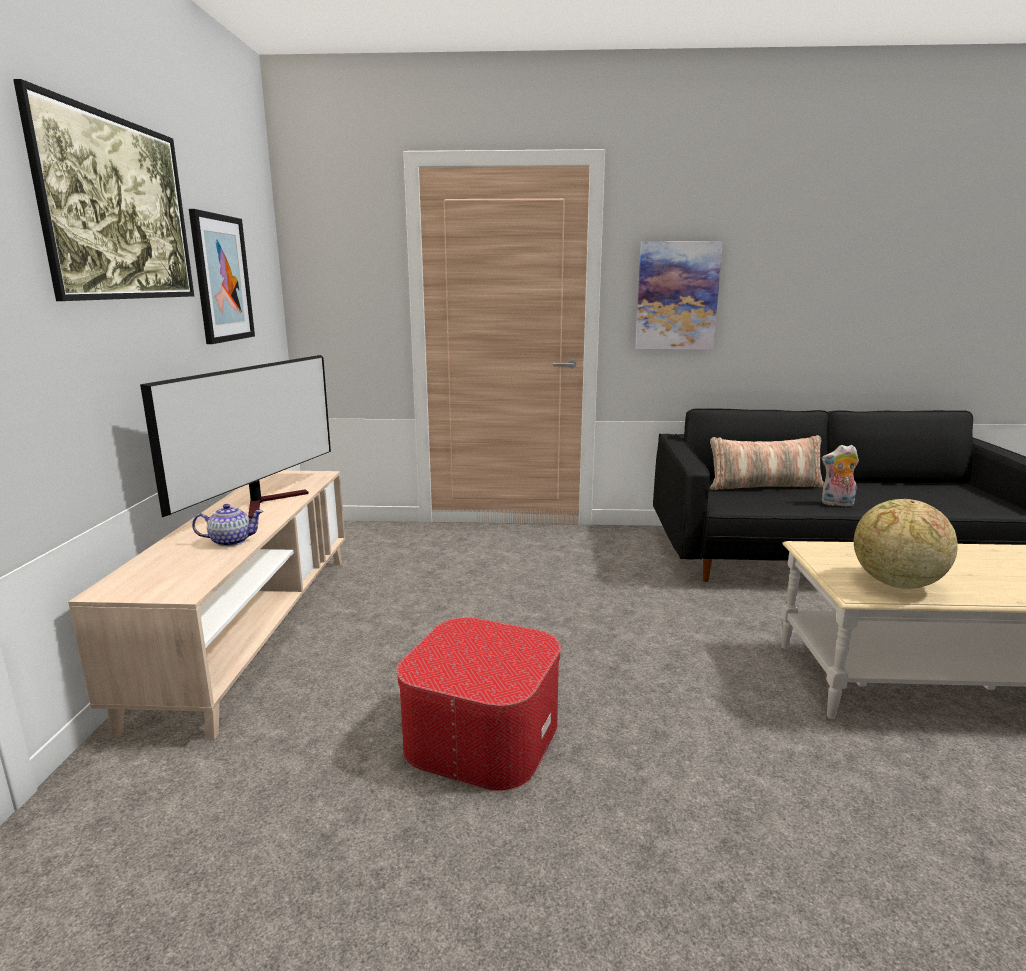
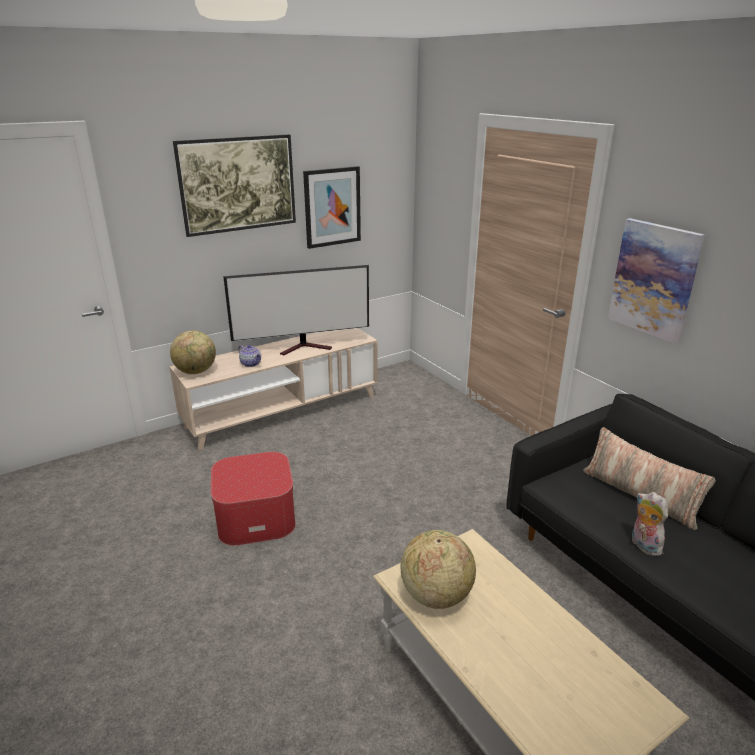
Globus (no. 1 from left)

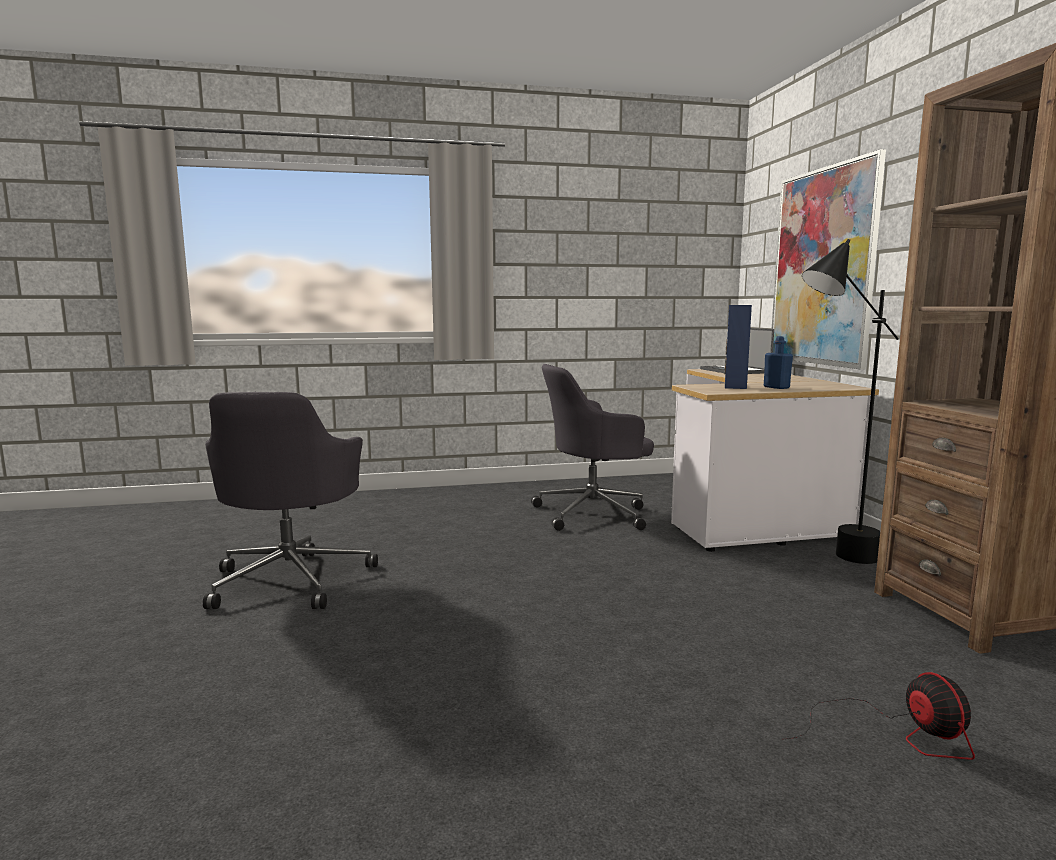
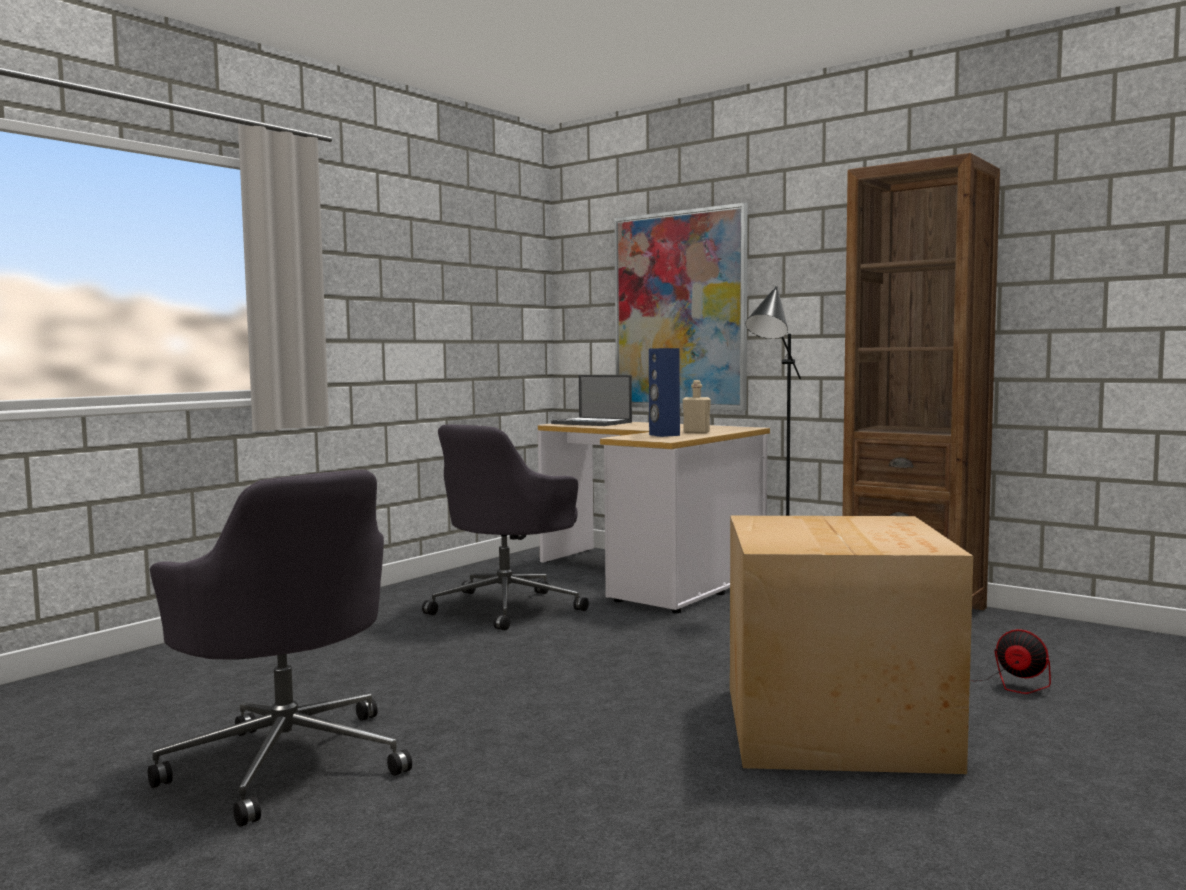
Karton; Flasche [beige]

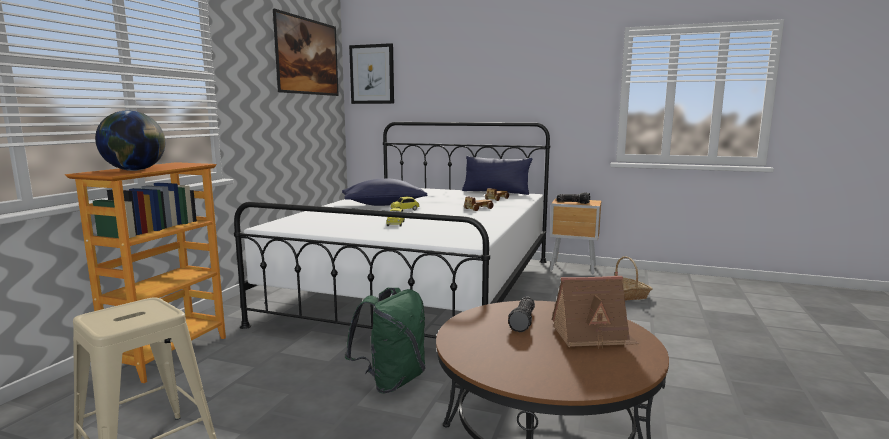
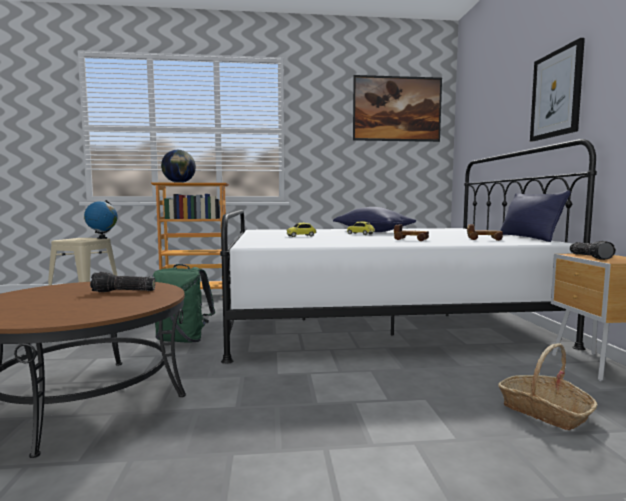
Spielzeughaus; Globus (no. 1 from left); Bild (no. 2 from left)

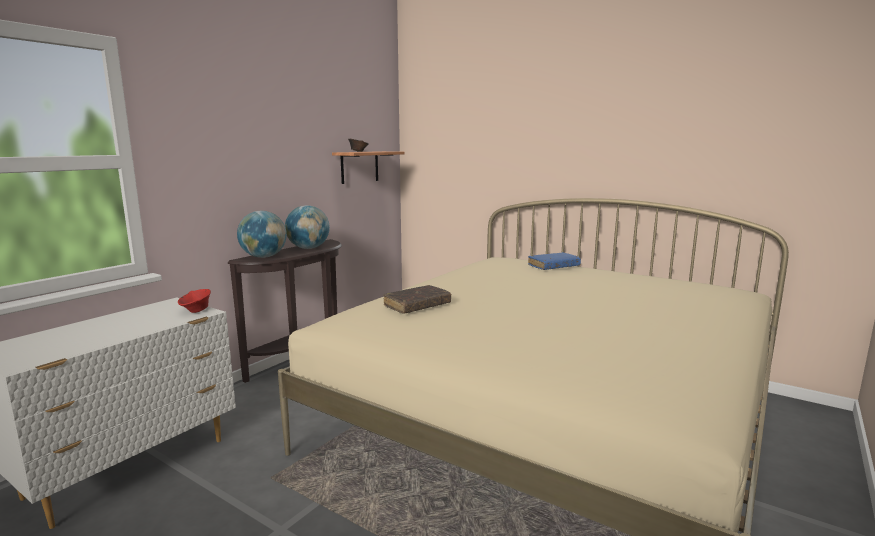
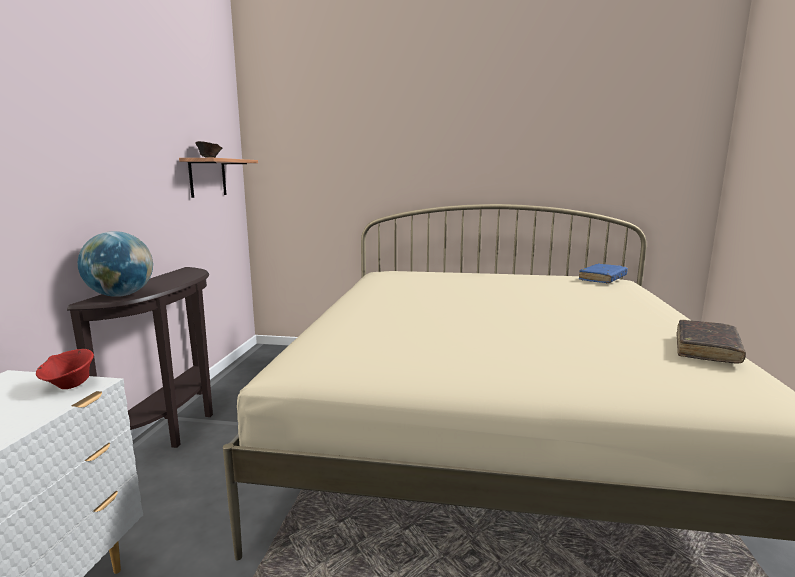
Globus (no. 2 from left in the first image); Buch [braun]; Buch [blau]

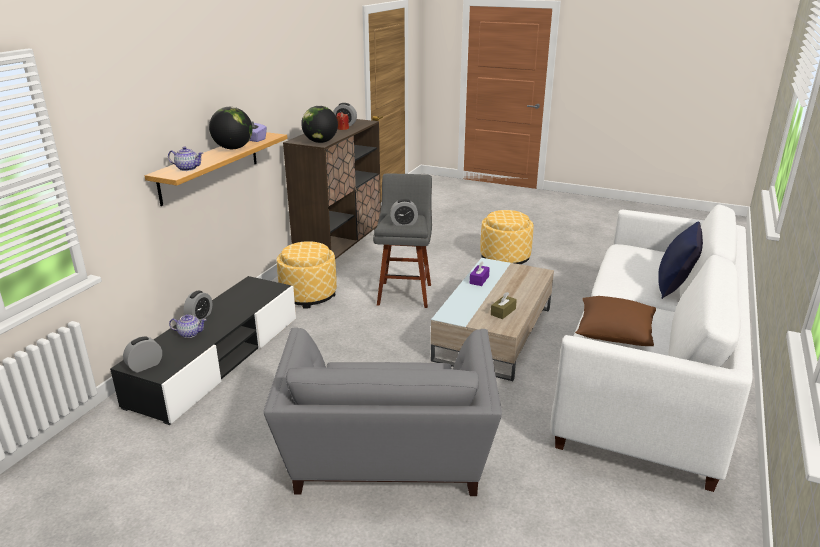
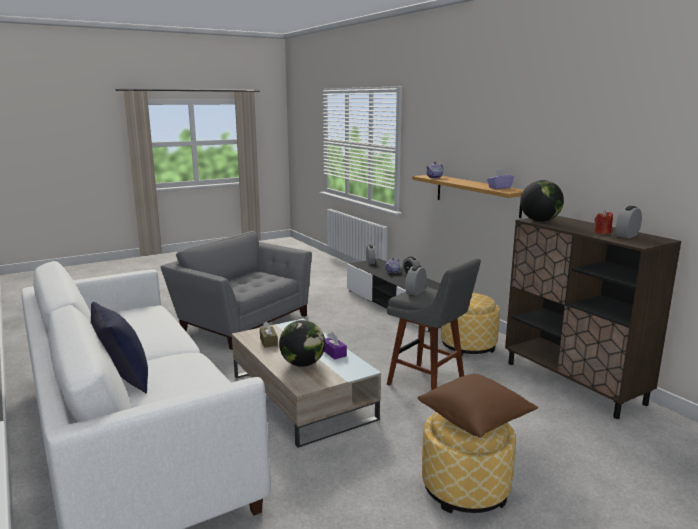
Globus (no. 1 from left); Kissen [braun]

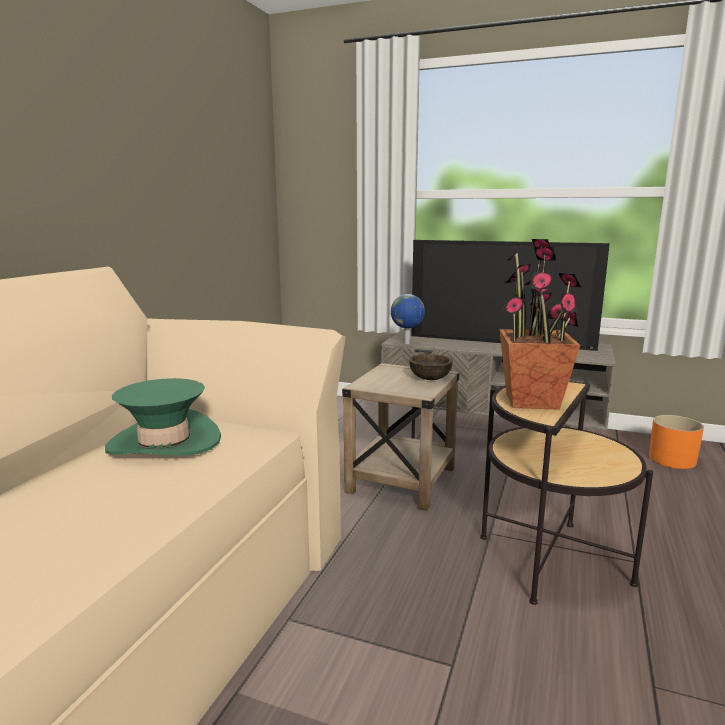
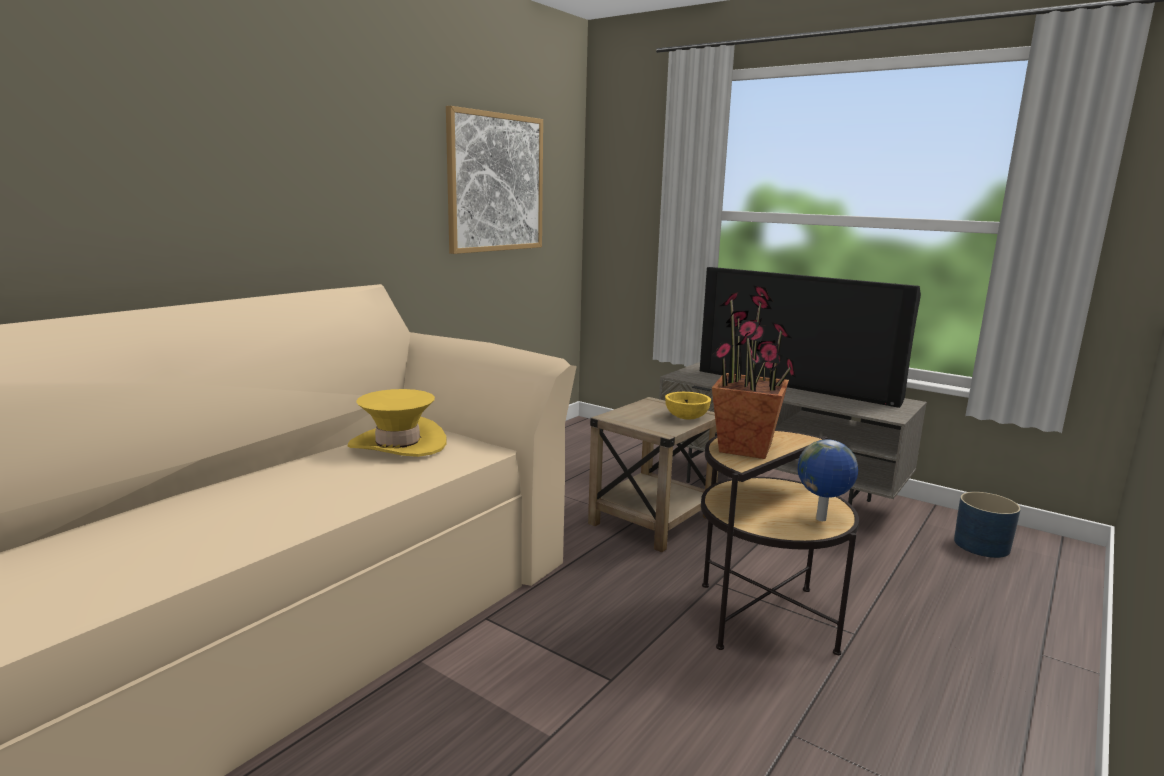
Bild; Globus; Hut [gelb]; Schüssel [gelb]; Pflanzkübel [blau]

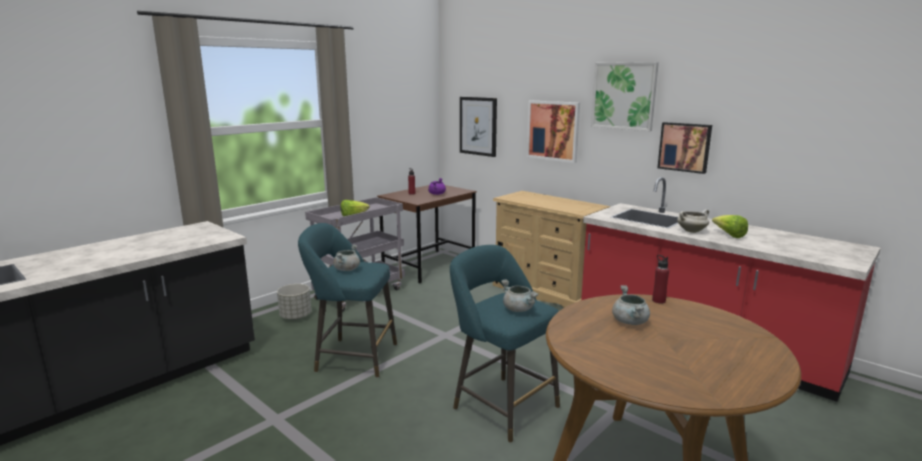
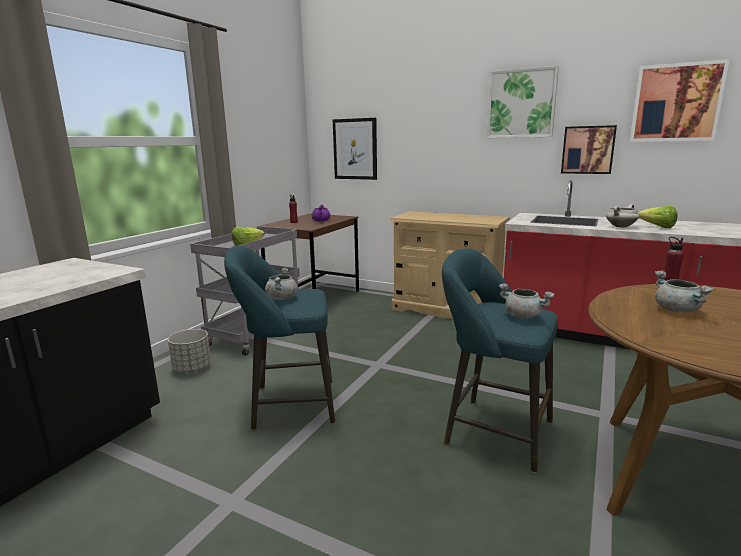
Bild (no. 4 from left)

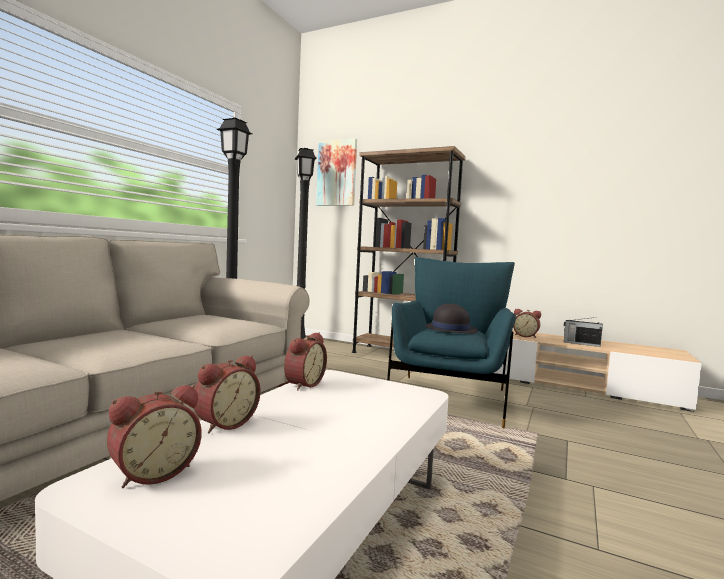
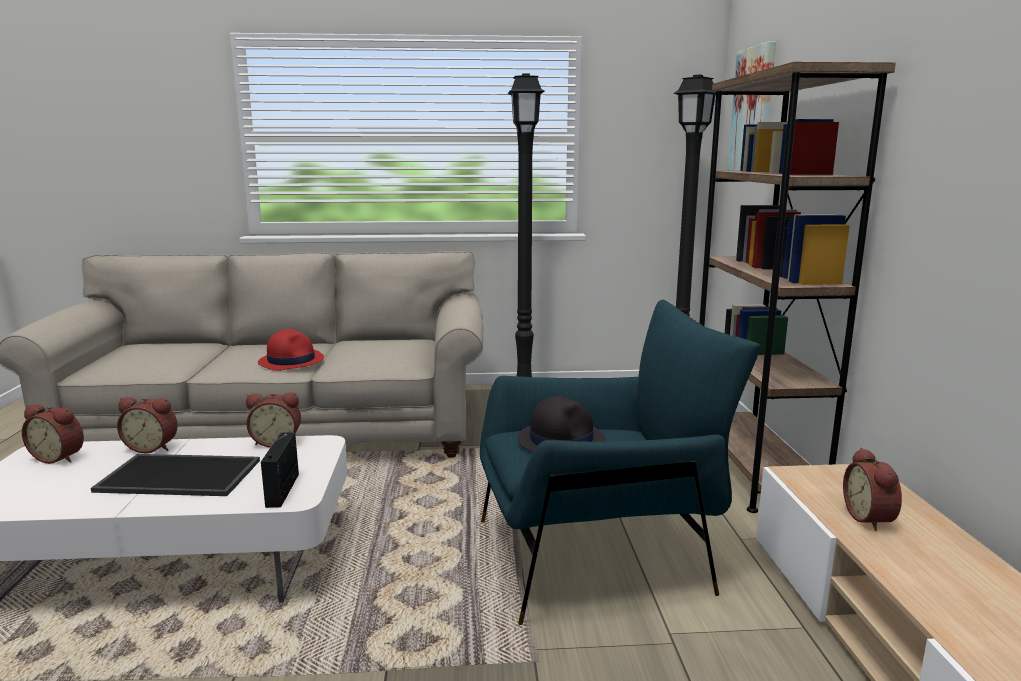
Tablett; Hut [rot]; Radio

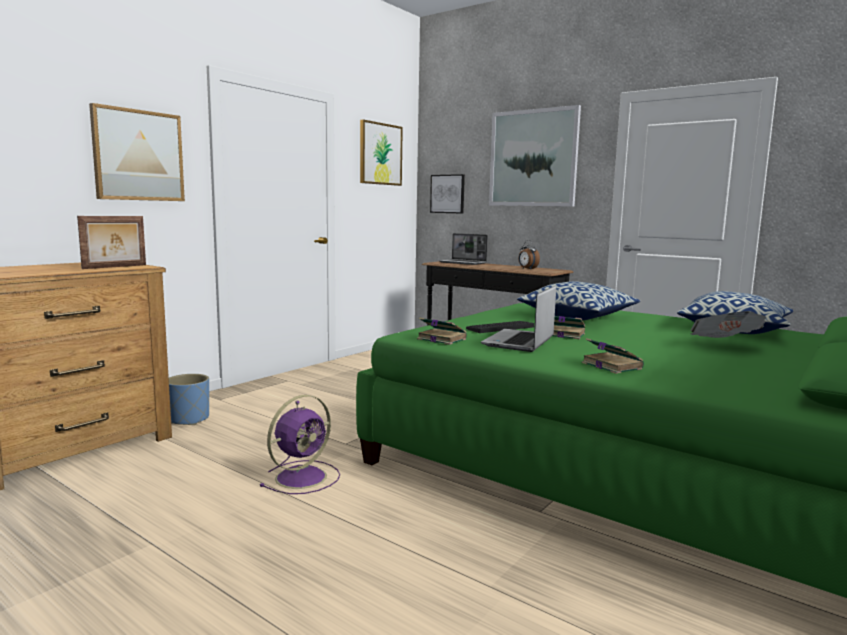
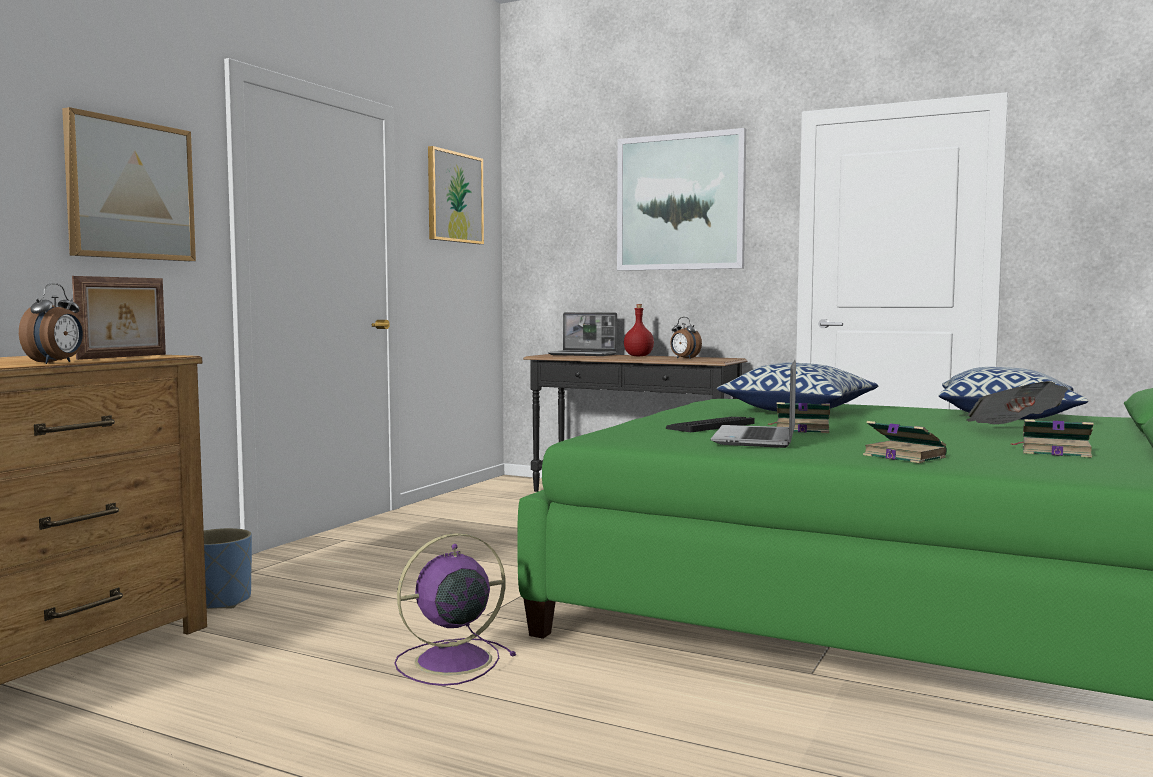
Bild (no. 3 from left in the first image); Wecker (no. 1 from left); Flasche [rot]; Buch (no. 3 from left); Ventilator [lila]

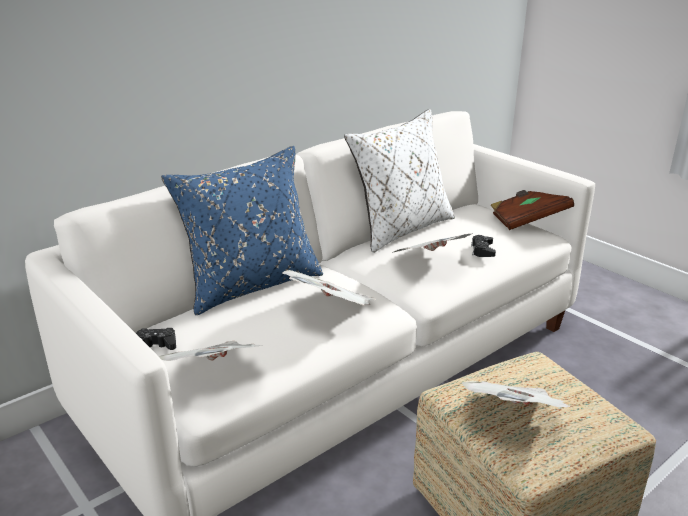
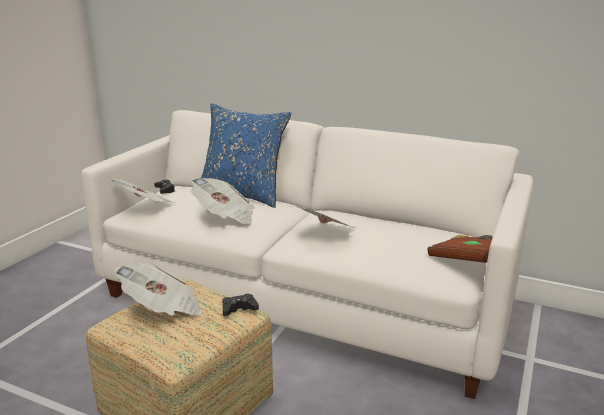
Kissen [weiß]; Gamepad [schwarz] (no. 2 from left)

